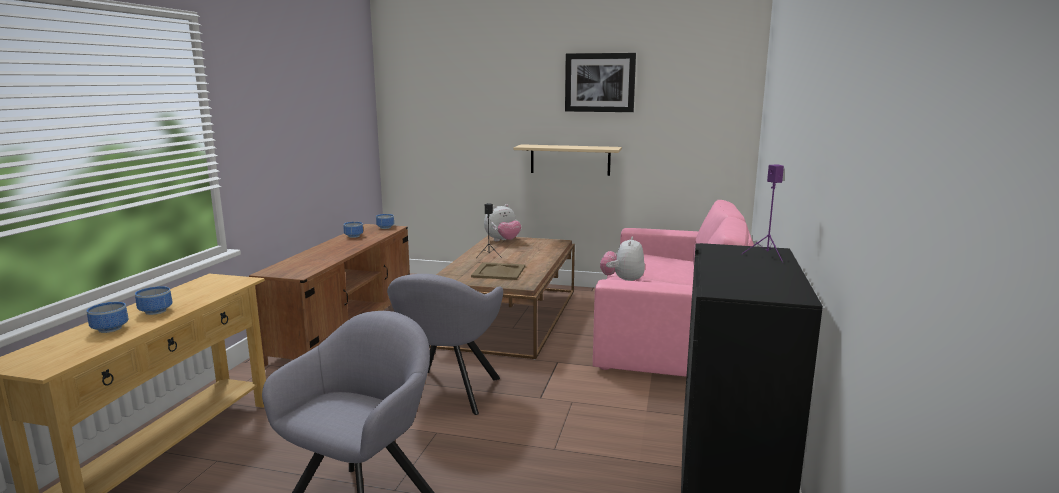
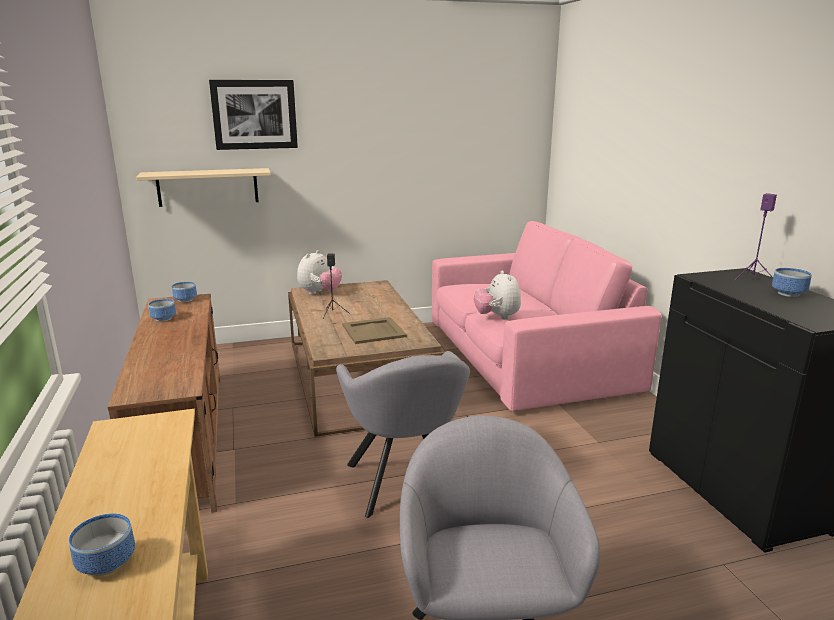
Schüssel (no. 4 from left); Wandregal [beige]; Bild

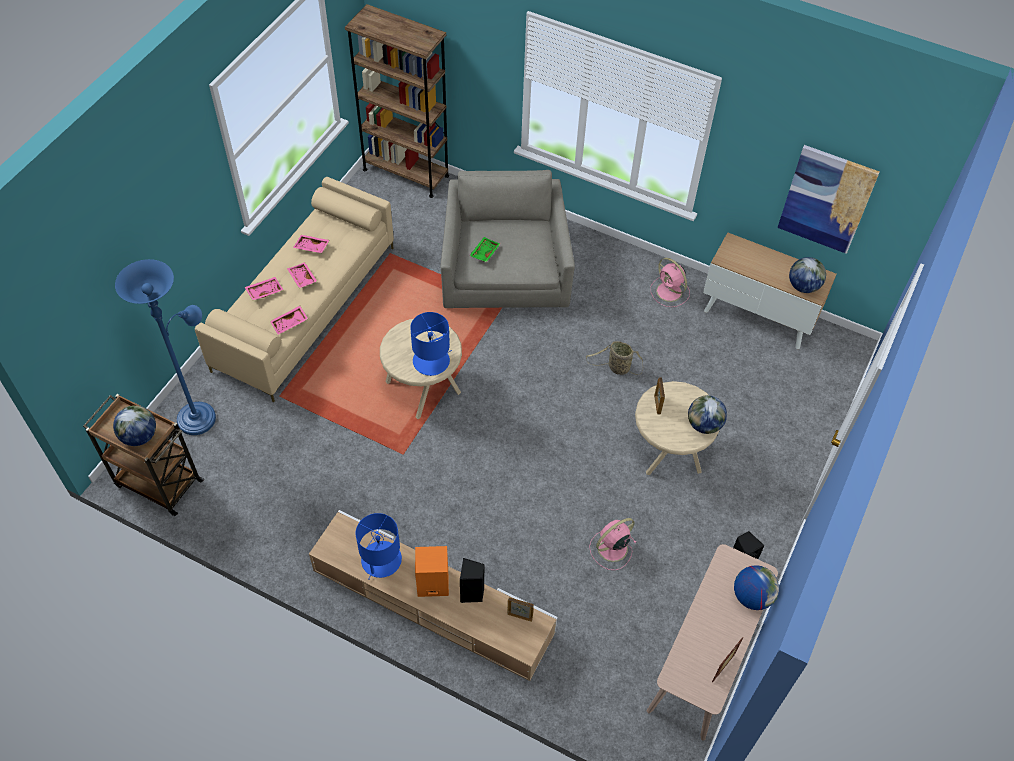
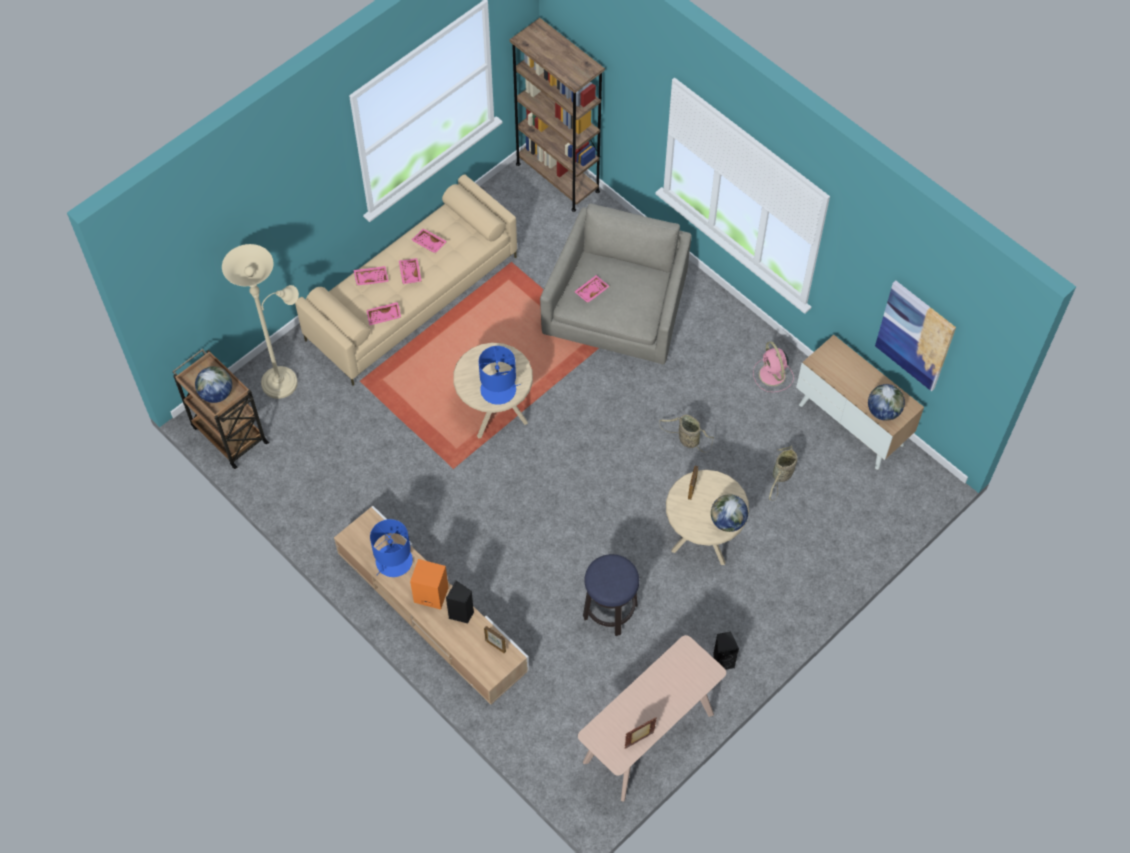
Globus (no. 3 from left in the first image); Korb (no. 2 from left); Hocker; Stehlampe [beige]; Tablett [rosa] (no. 5 from left)

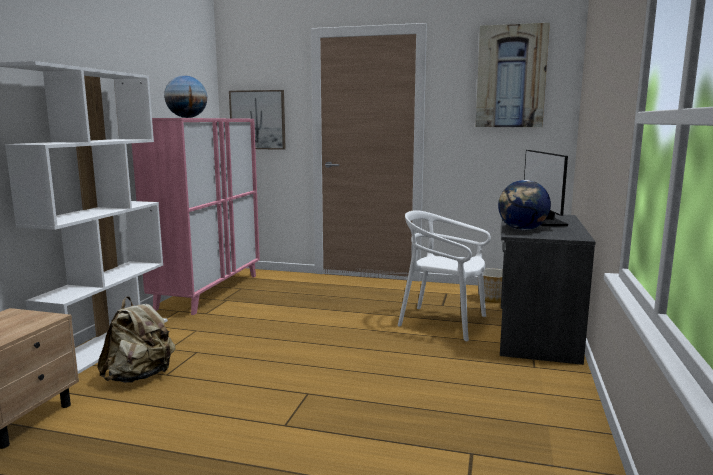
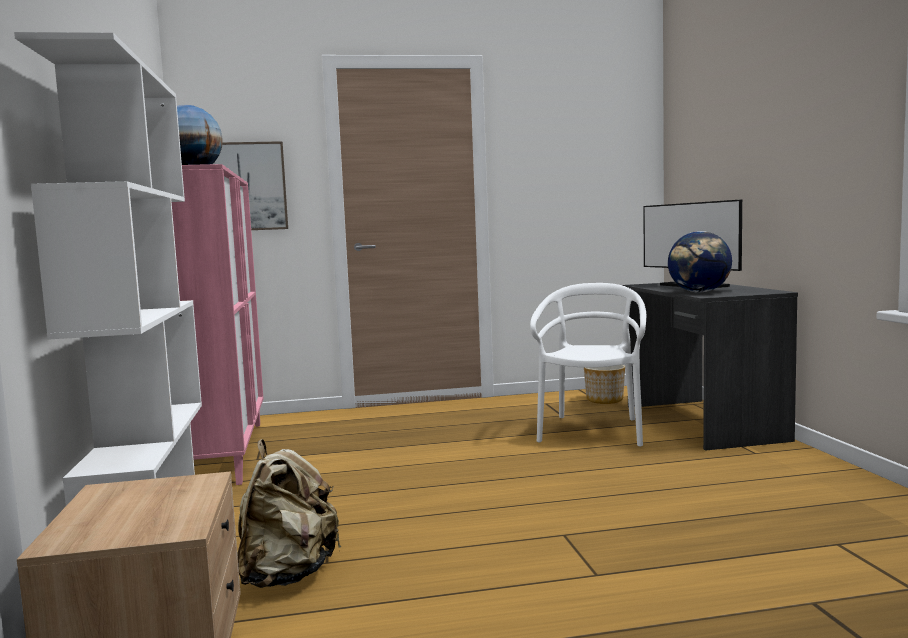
Bild (no. 2 from left in the first image); Stuhl [weiß]

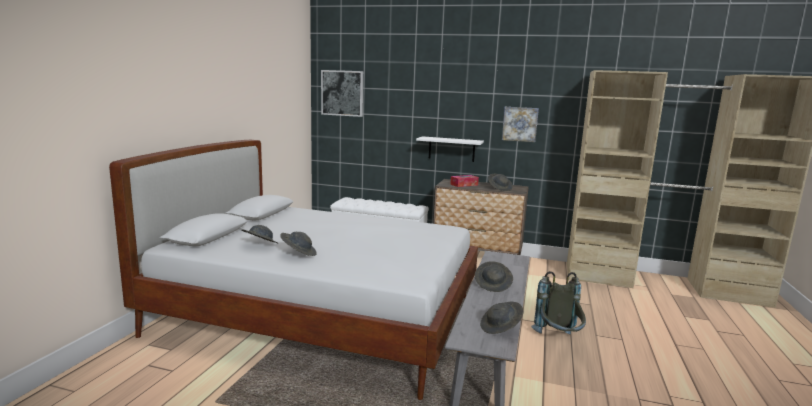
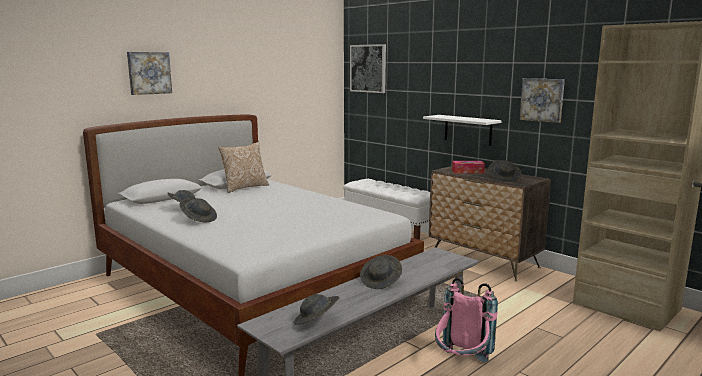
Bild (no. 1 from left); Kissen; Rucksack [rosa]

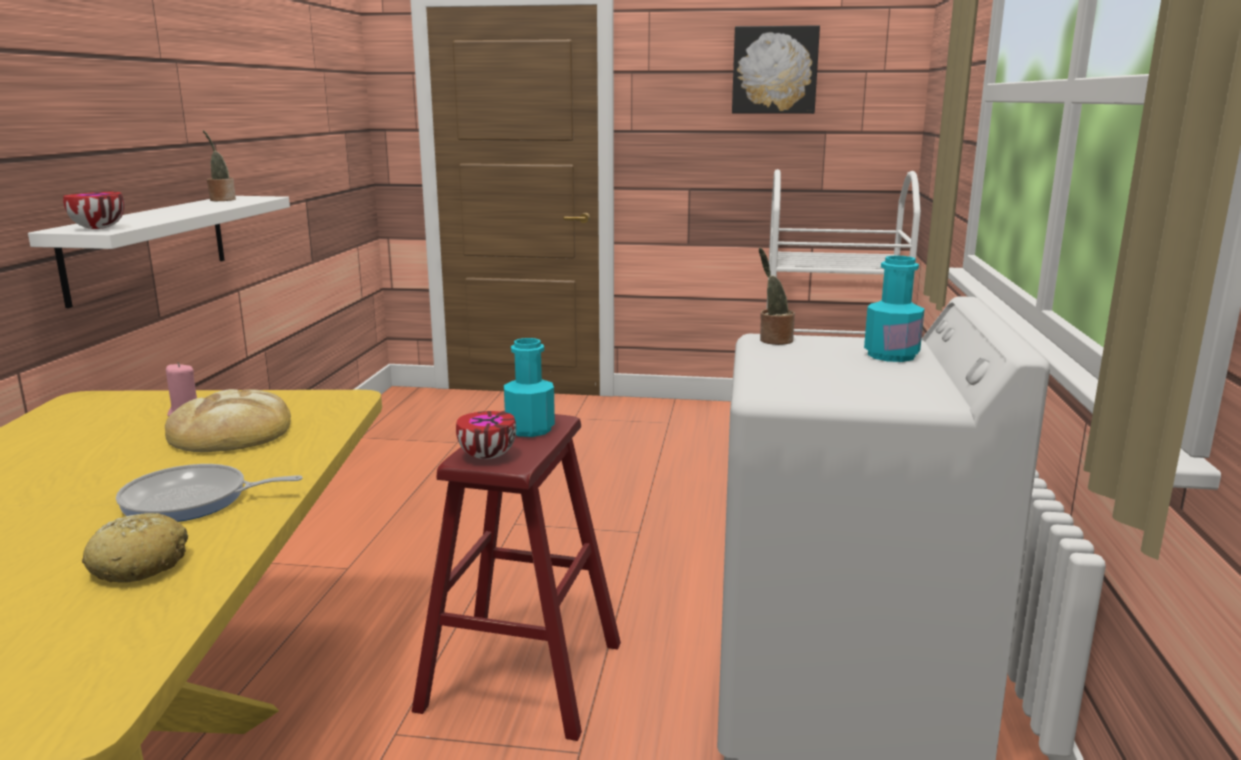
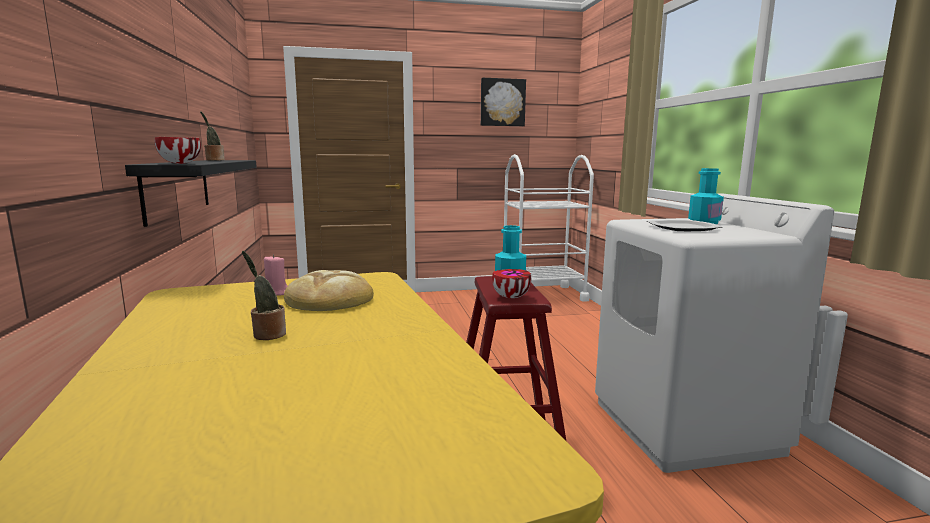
Brot (no. 1 from left in the first image); Pfanne; Teller; Topfpflanze (no. 2 from left); Wandregal [schwarz]

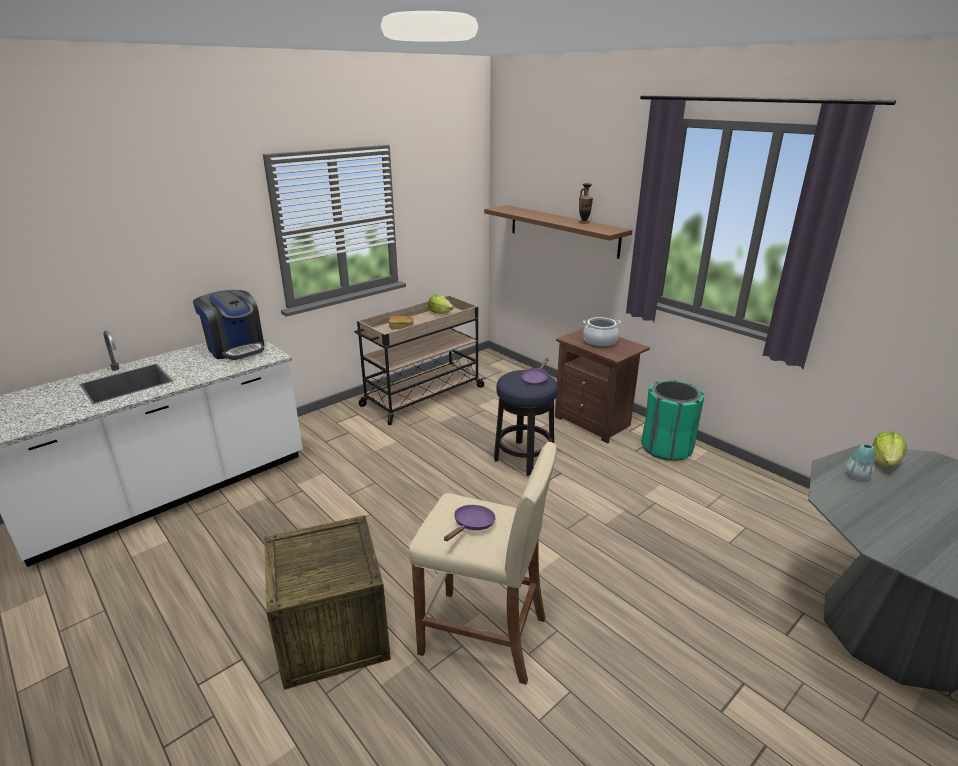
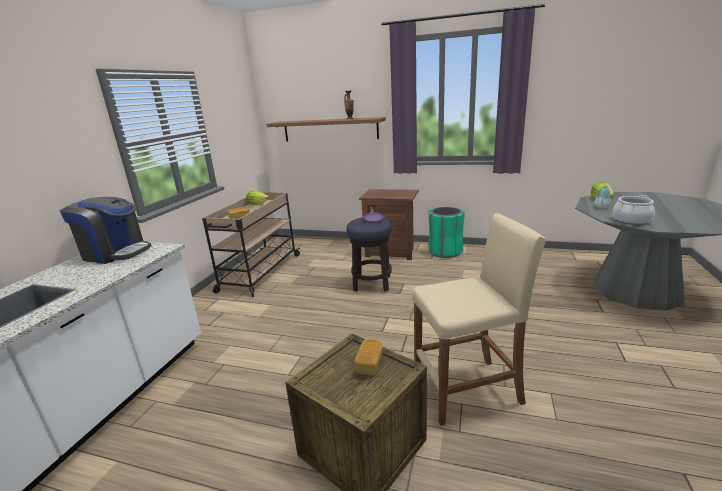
Pfanne [lila] (no. 1 from left in the first image); Brot (no. 2 from left); Kochtopf

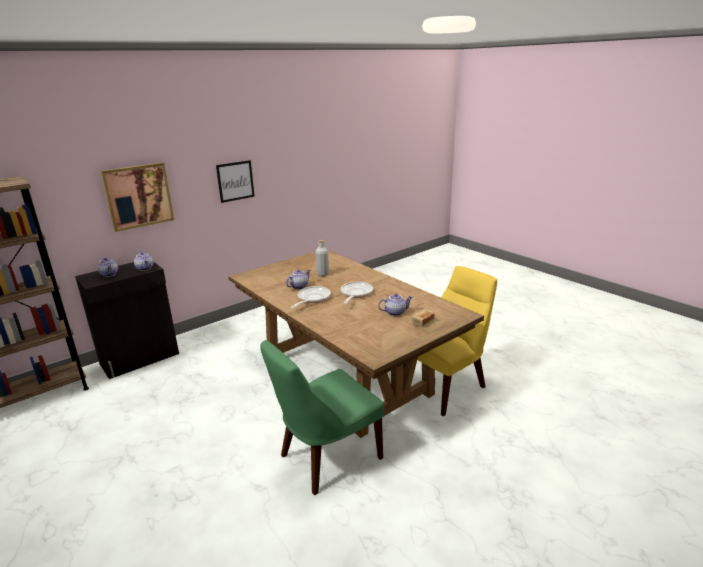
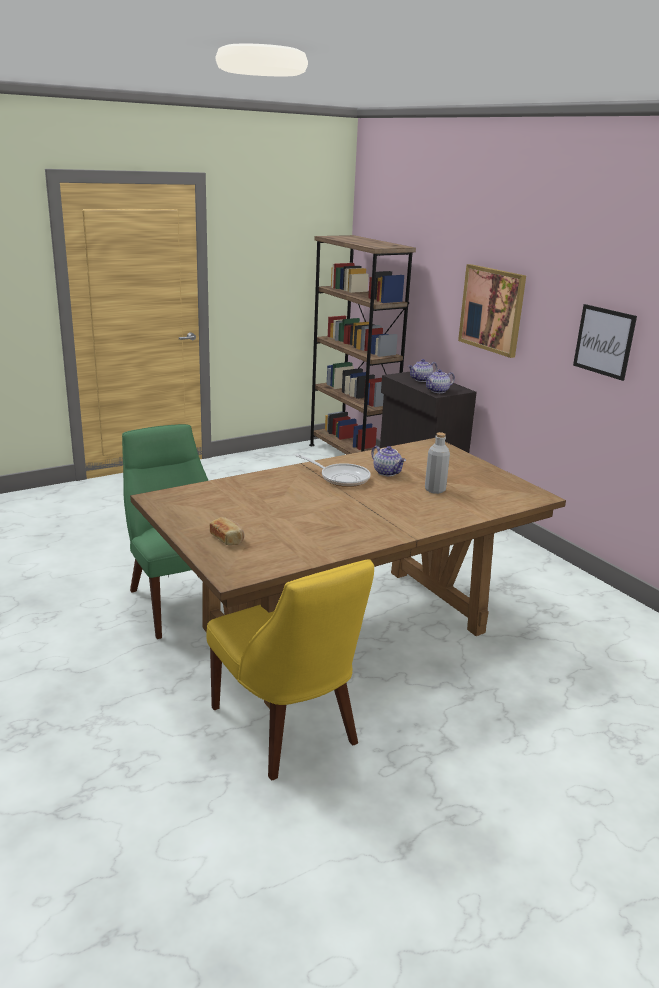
Pfanne (no. 2 from left in the first image); Teekanne (no. 4 from left in the first image)

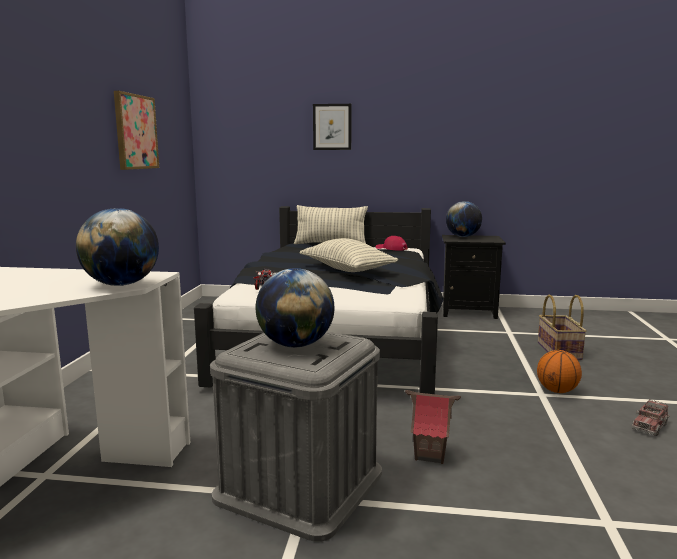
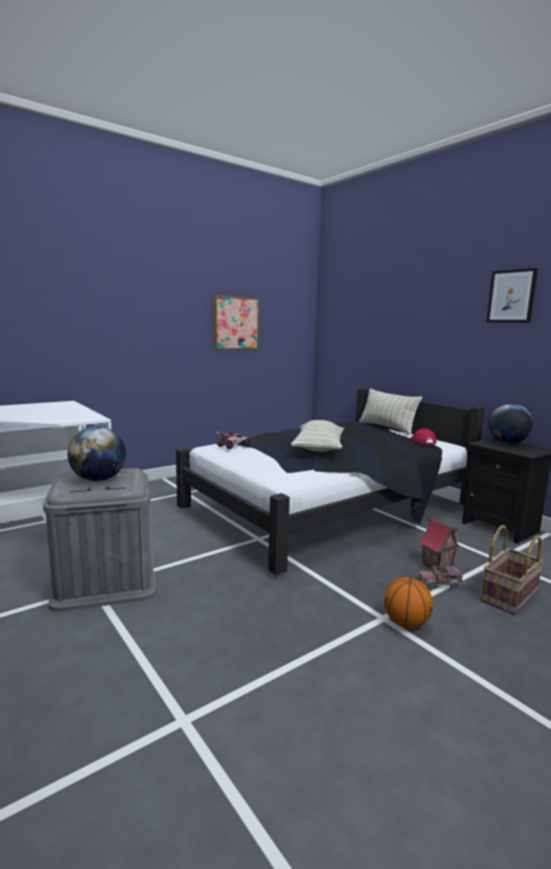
Globus (no. 1 from left in the first image); Bild (no. 2 from left); Spielzeughaus; Spielzeuglaster

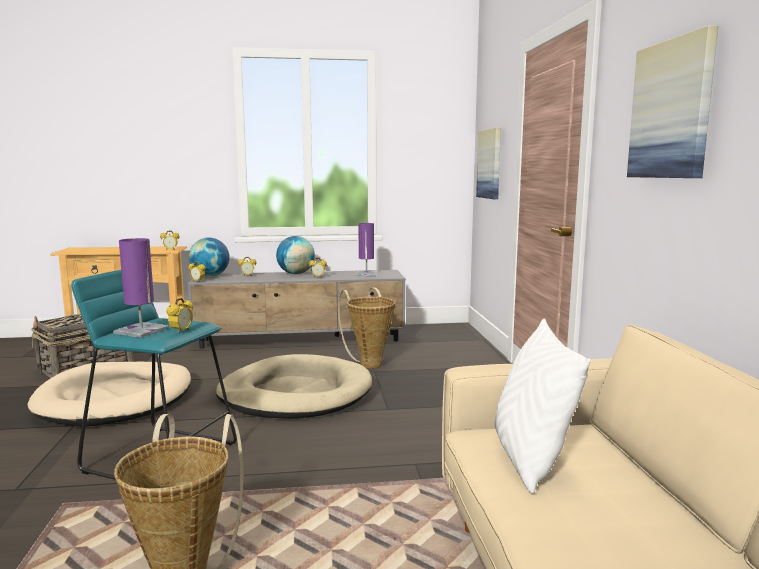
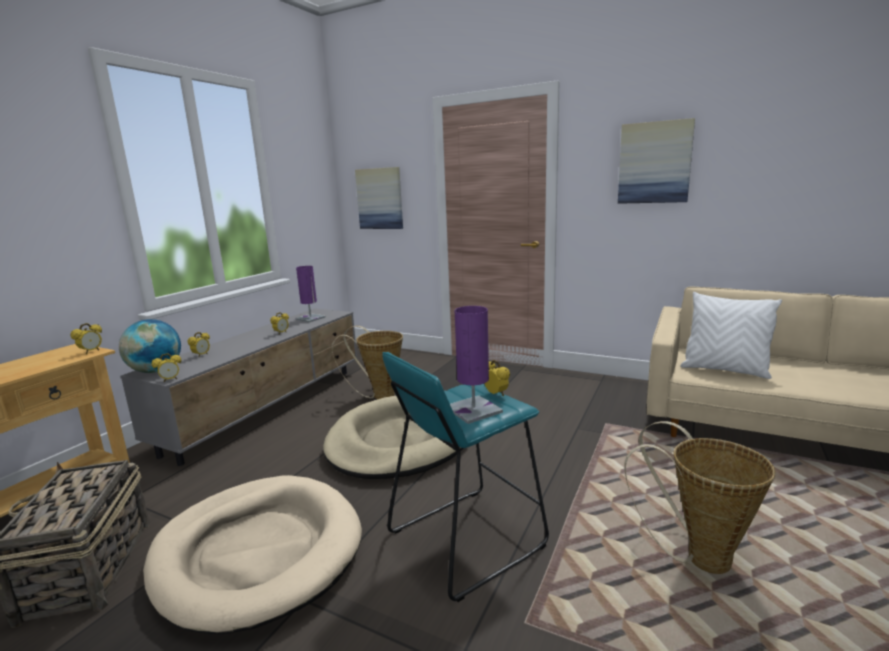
Globus (no. 2 from left in the first image)

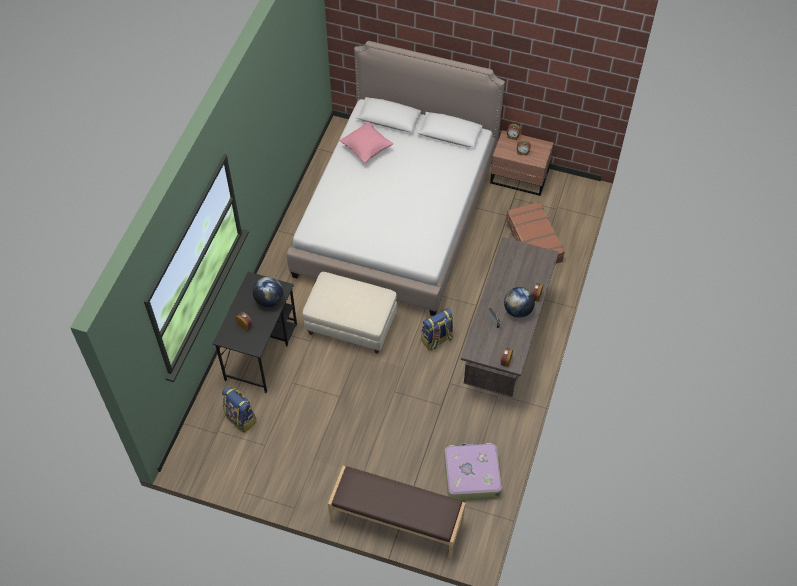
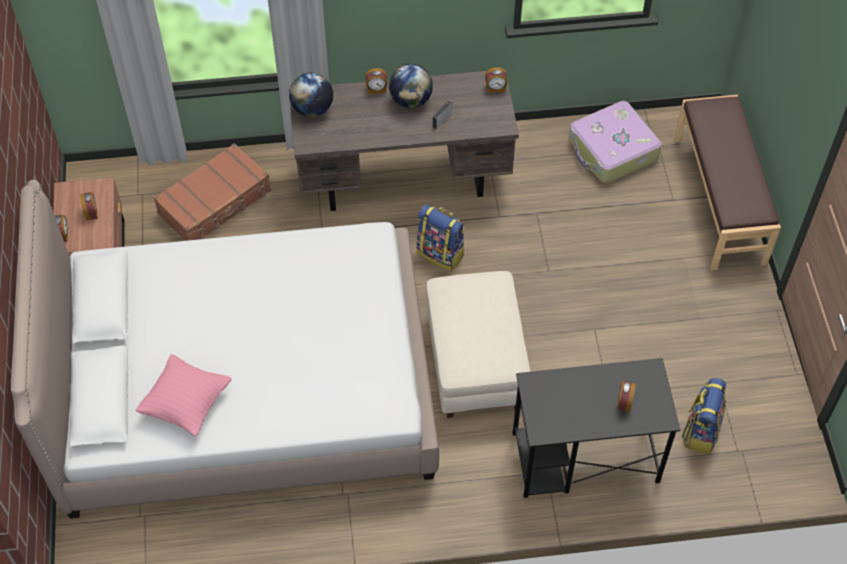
Globus (no. 1 from left)

